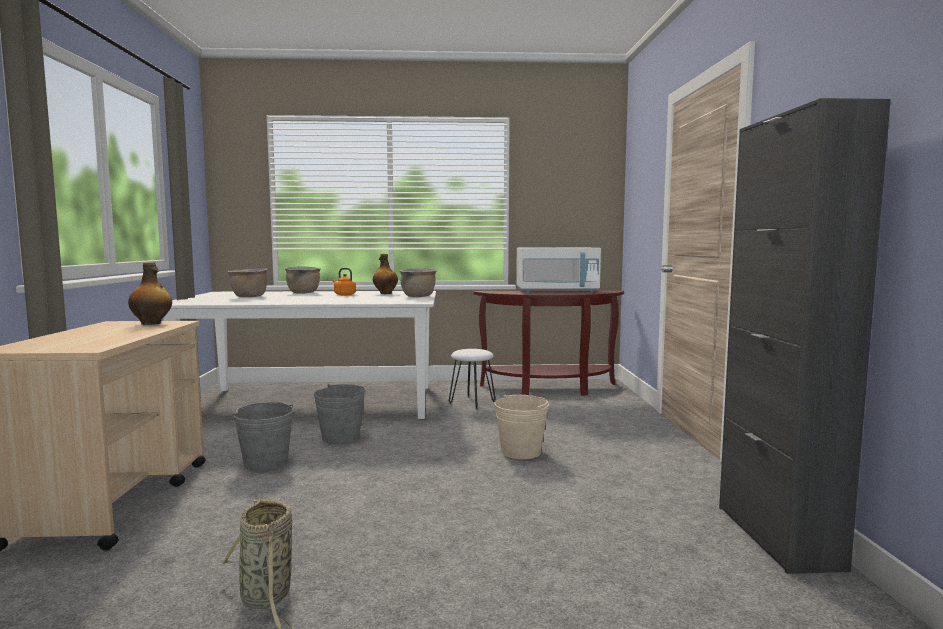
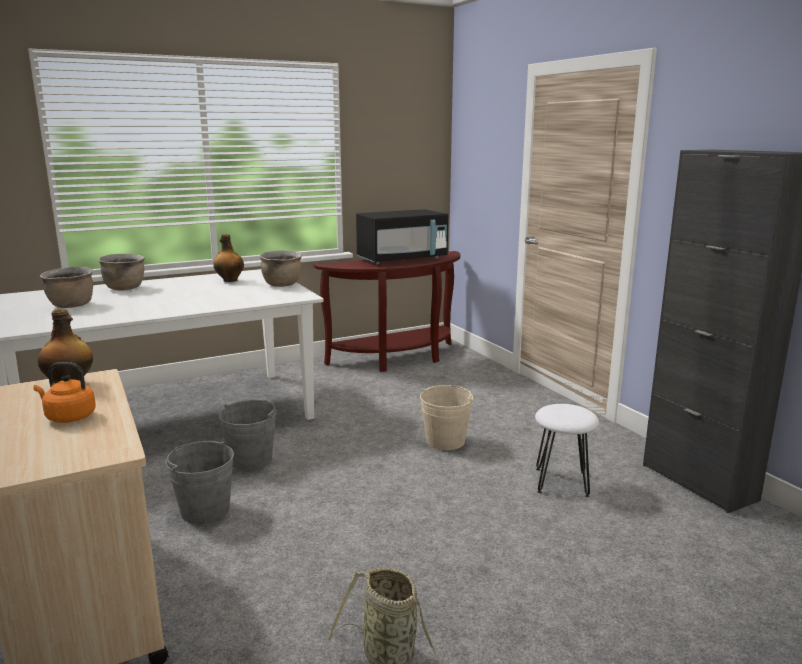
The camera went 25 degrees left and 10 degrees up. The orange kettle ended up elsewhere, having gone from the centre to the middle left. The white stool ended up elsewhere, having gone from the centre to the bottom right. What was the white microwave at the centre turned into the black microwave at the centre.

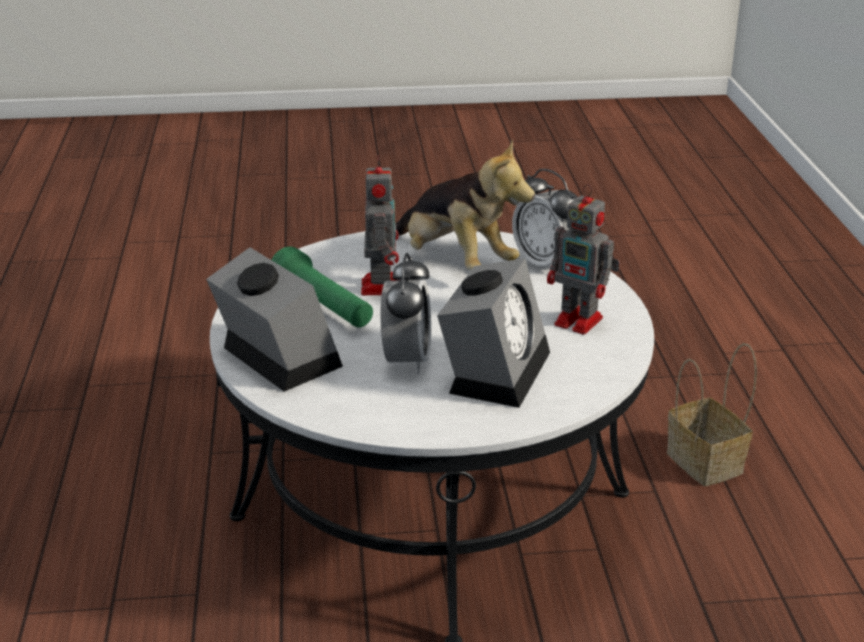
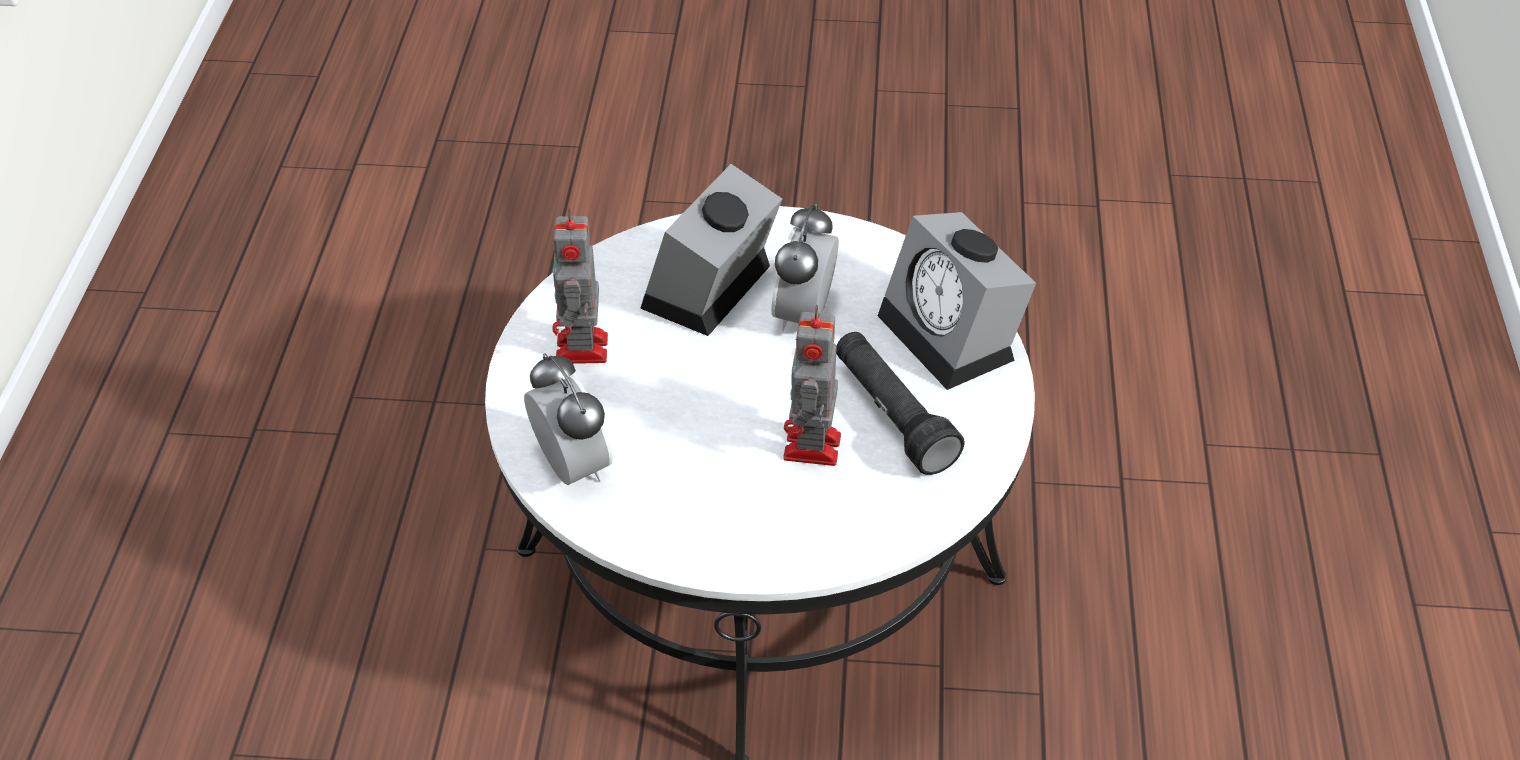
The camera went 170 degrees left and 15 degrees up. What was the green flashlight at the centre turned into the black flashlight at the centre. The second view lost the plush toy at the top centre. The toy robot (no. 2 from left in the first image) at the middle right ended up facing another way, 135 degrees counterclockwise from before. The second view lost the basket at the middle right.

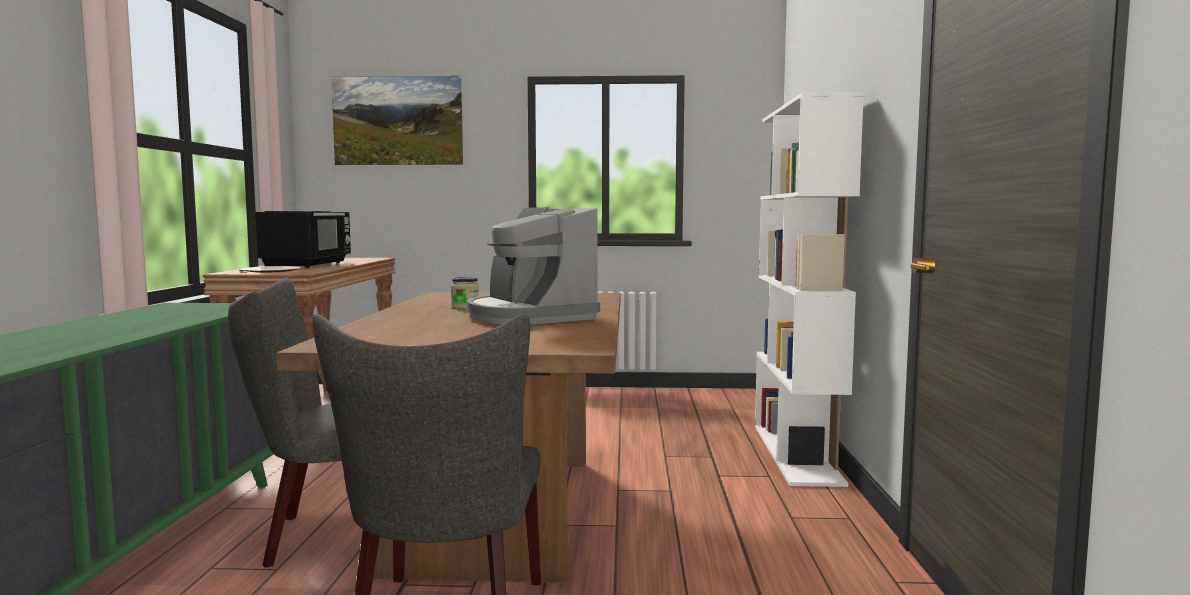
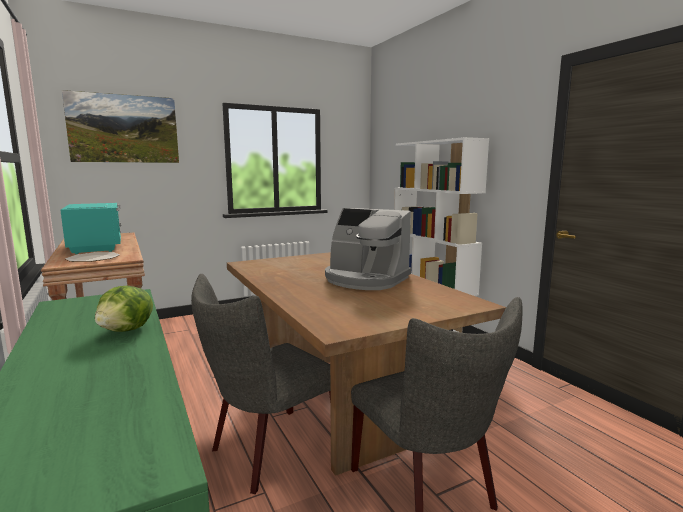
The camera went 30 degrees left and 5 degrees up. What was the black microwave at the middle left turned into the turquoise microwave at the middle left. The second view lost the jar at the centre. The second view gained the lettuce at the middle left.

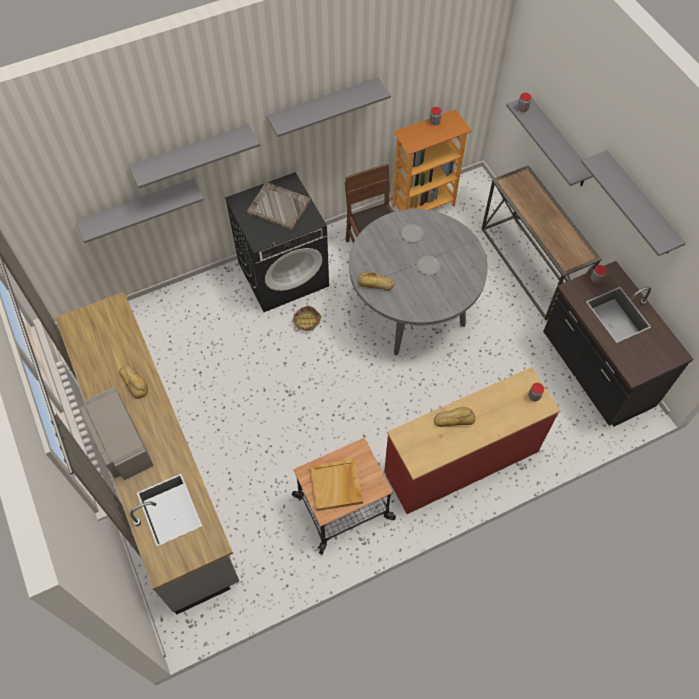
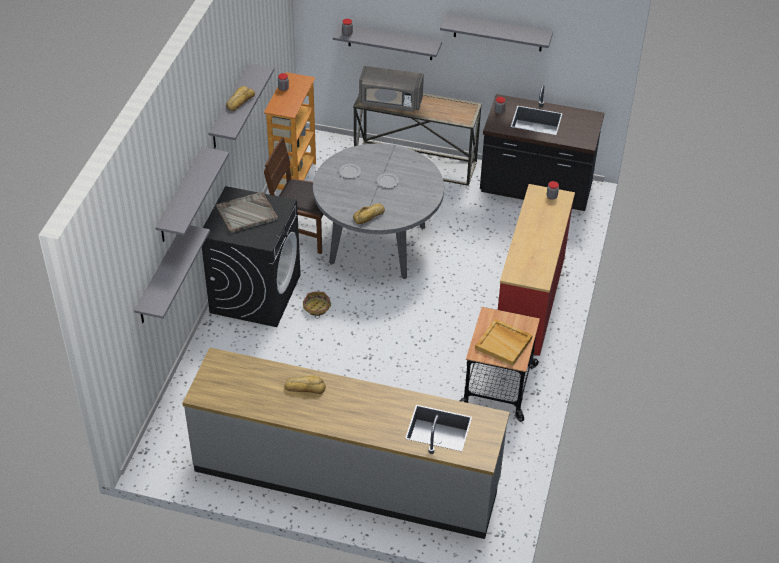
The camera went 50 degrees left and 15 degrees down. The grey microwave ended up elsewhere, having gone from the middle left to the top centre. The bread (no. 3 from left in the first image) ended up elsewhere, having gone from the centre to the top left.

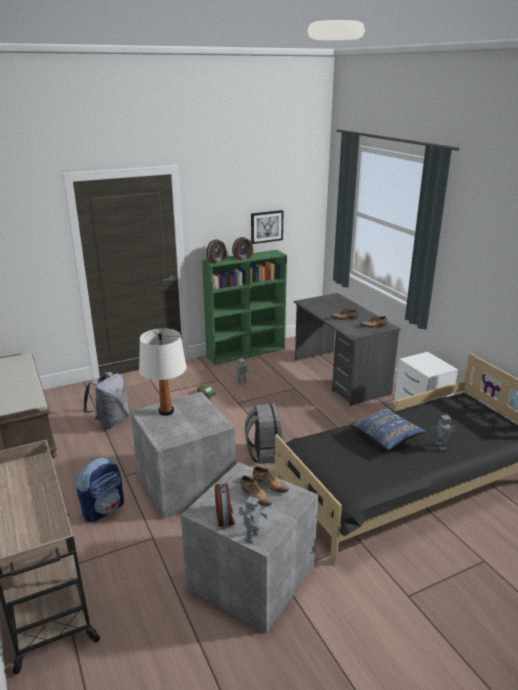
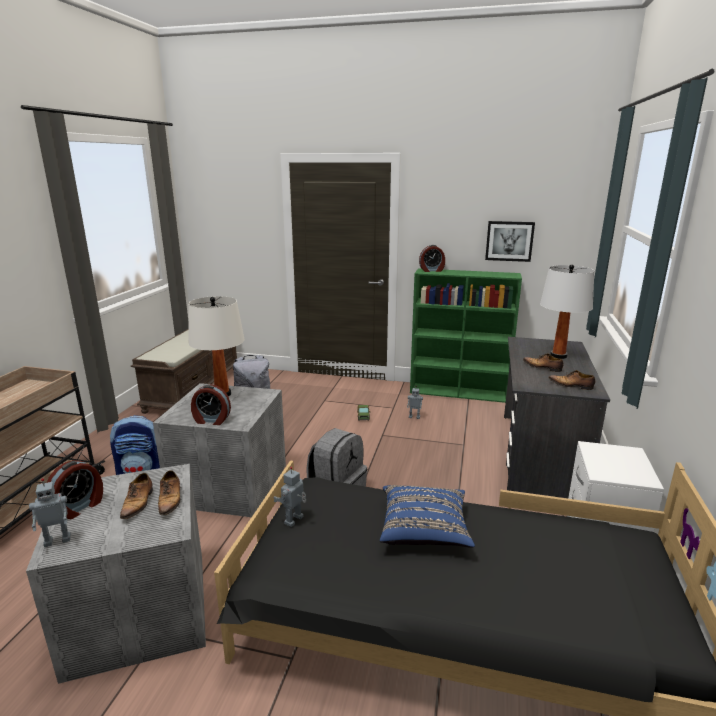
The camera went 40 degrees right and 5 degrees down. The alarm clock (no. 3 from left in the first image) ended up elsewhere, having gone from the centre to the middle left. The toy robot (no. 3 from left in the first image) ended up elsewhere, having gone from the middle right to the bottom centre. The second view gained the white table lamp (no. 2 from left) at the middle right.

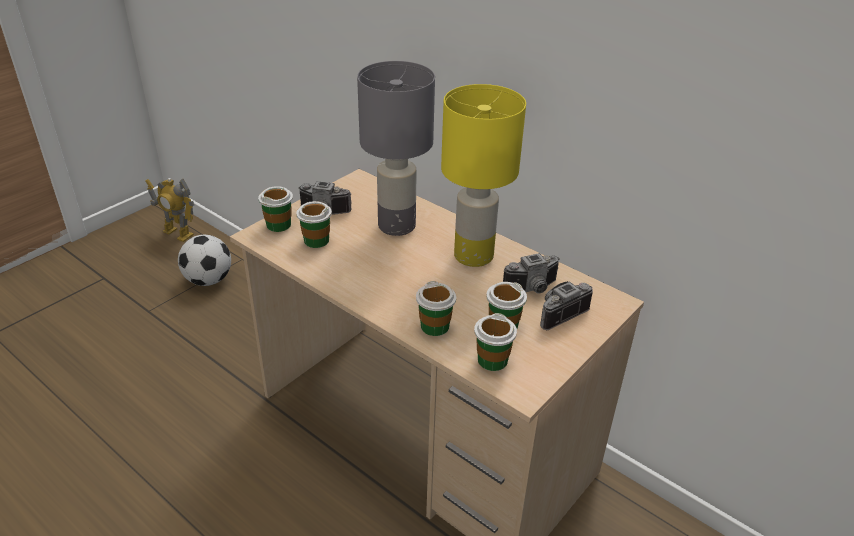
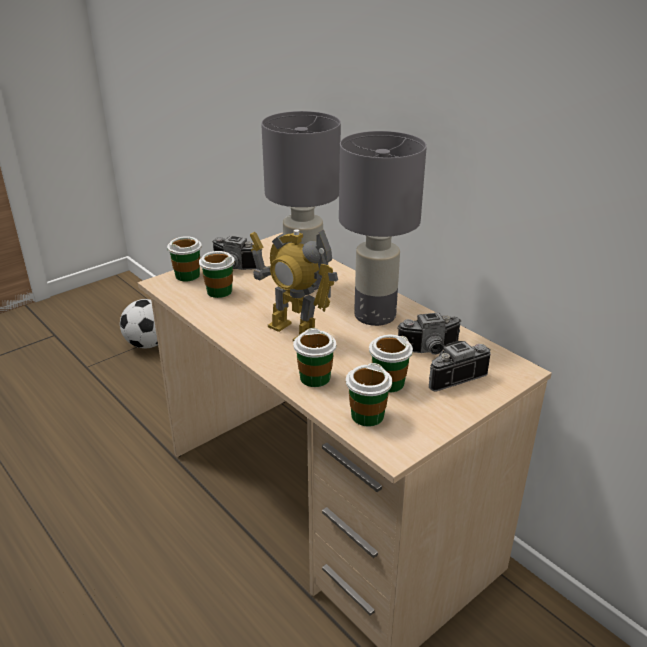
The camera went 10 degrees right and 5 degrees down. The toy robot ended up elsewhere, having gone from the middle left to the centre. What was the yellow table lamp at the top centre turned into the grey table lamp (no. 2 from left) at the centre.

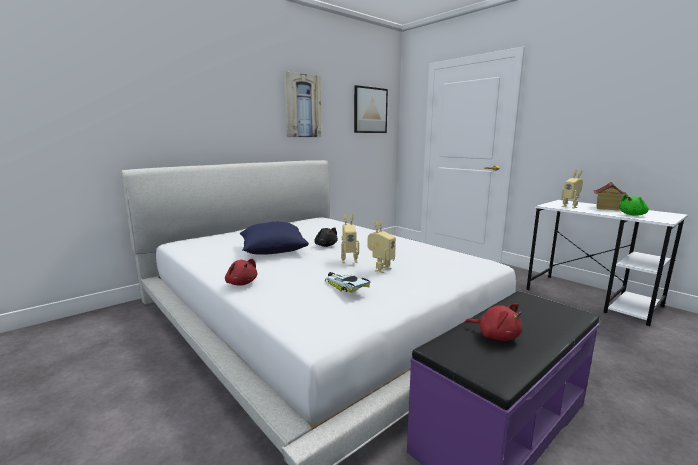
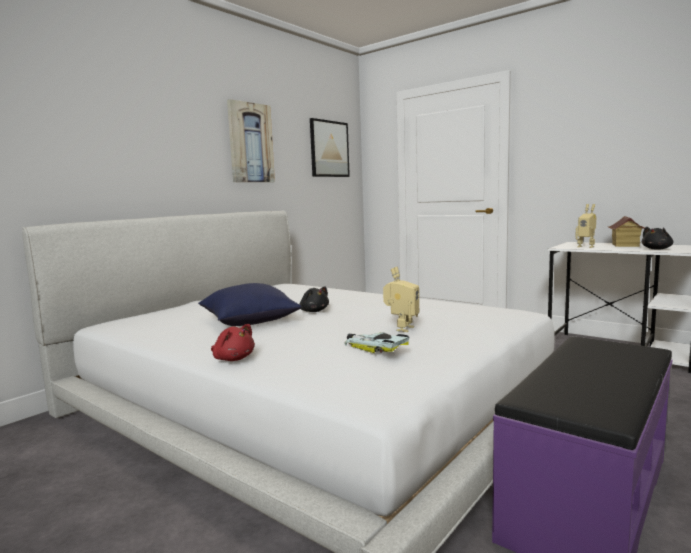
The camera went 10 degrees left and 5 degrees down. The second view lost the toy robot (no. 1 from left) at the centre. The second view lost the red plush toy (no. 2 from left) at the bottom right. What was the green plush toy at the middle right turned into the black plush toy (no. 2 from left) at the middle right.

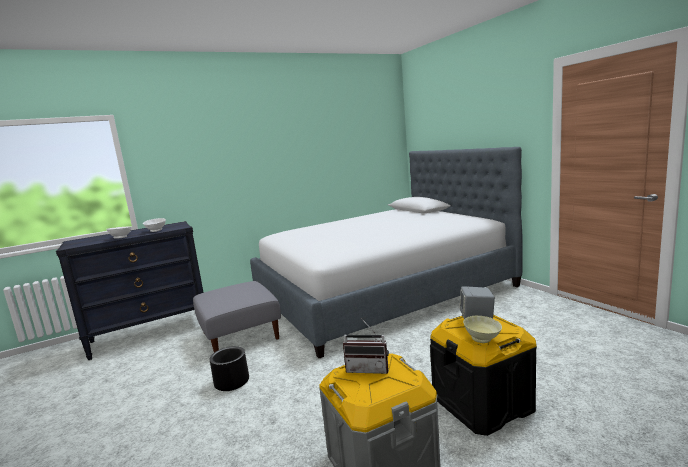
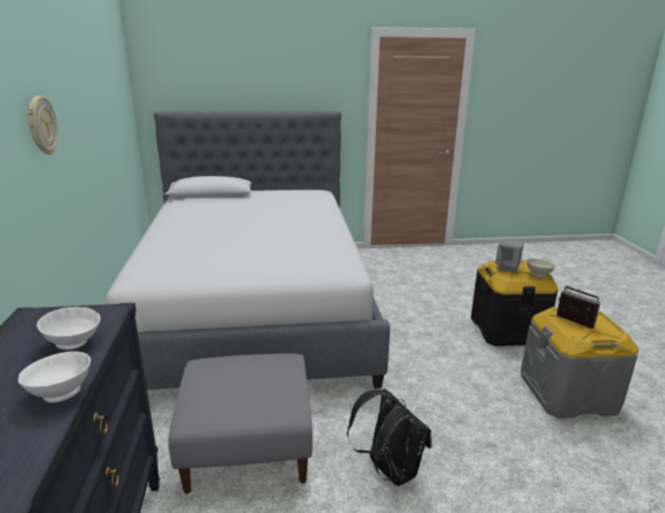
The camera went 70 degrees left and 10 degrees up. Where the black planter stood at the bottom left, the black backpack came to stand at the bottom centre. The radio at the bottom centre ended up facing another way, 75 degrees counterclockwise from before. The second view gained the wall clock at the top left.

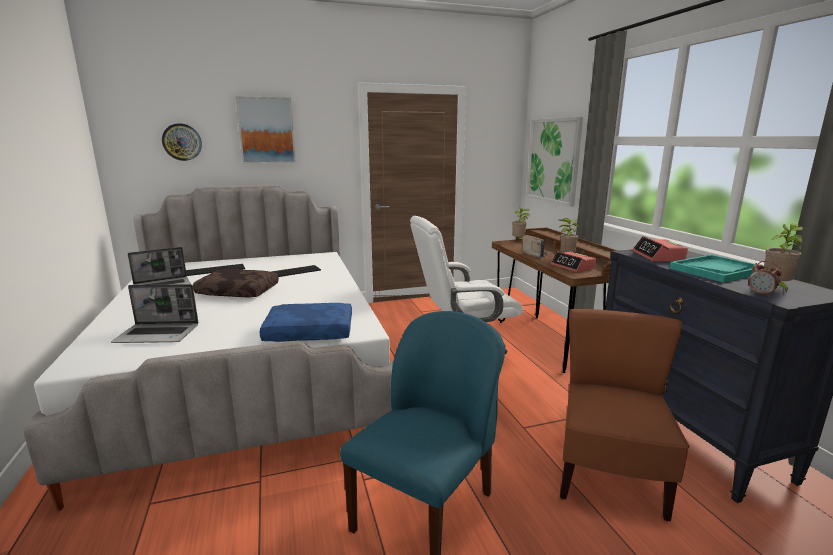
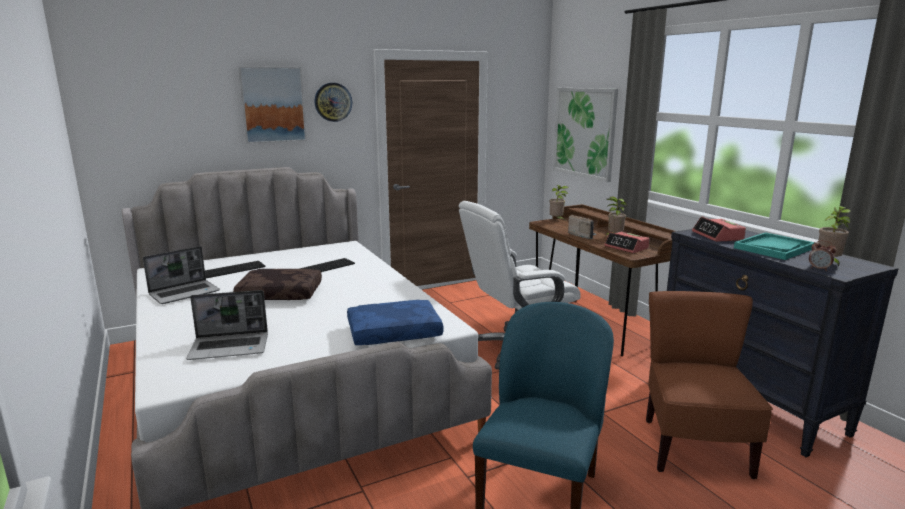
The camera went 10 degrees left and 0 degrees up. The wall clock ended up elsewhere, having gone from the top left to the top centre.

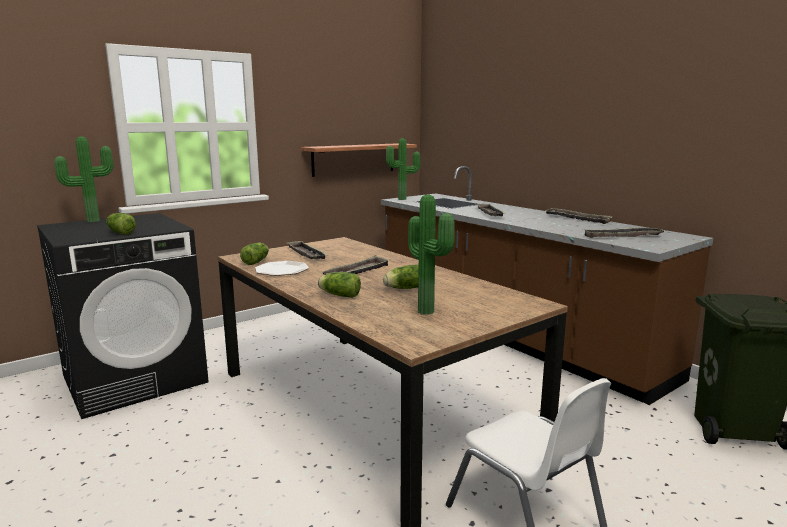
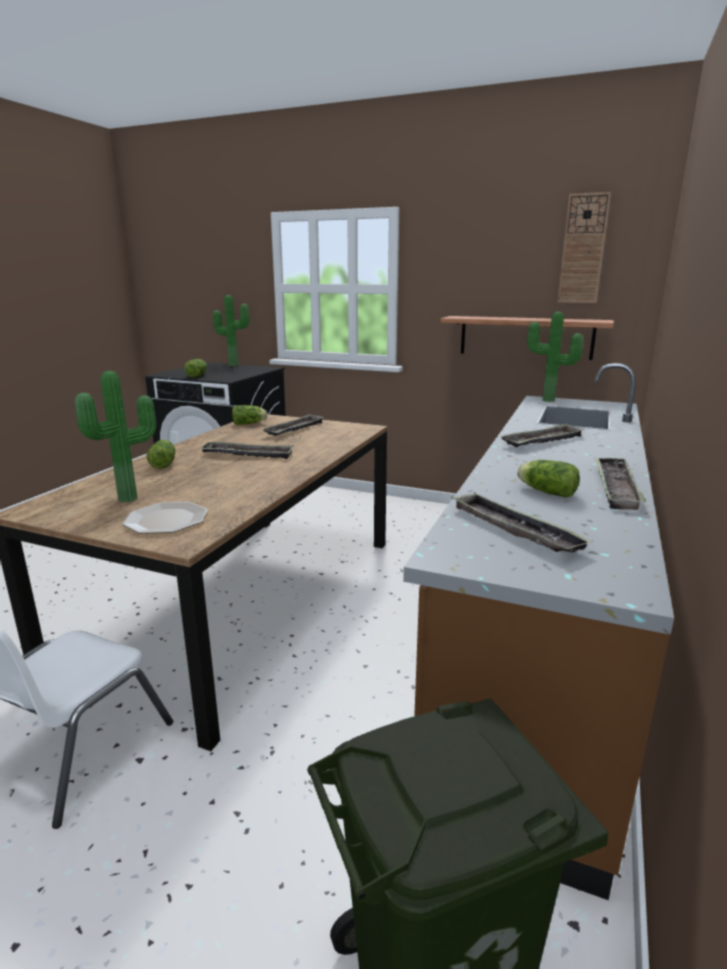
The camera went 60 degrees right and 5 degrees up. The plate ended up elsewhere, having gone from the centre to the middle left. The lettuce (no. 4 from left) ended up elsewhere, having gone from the centre to the middle right. The second view gained the wall clock at the top right.

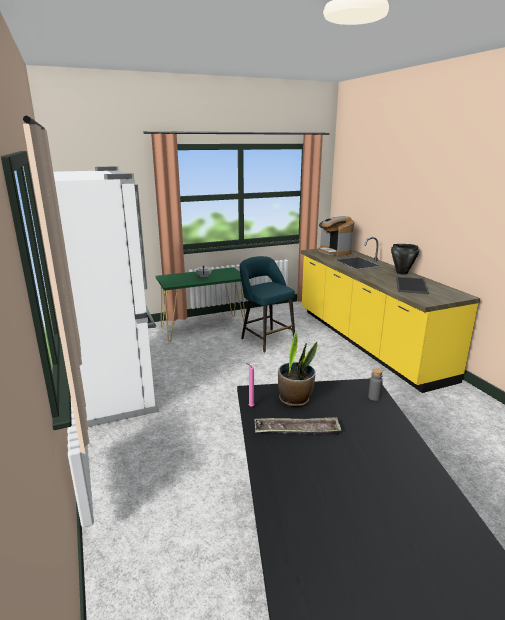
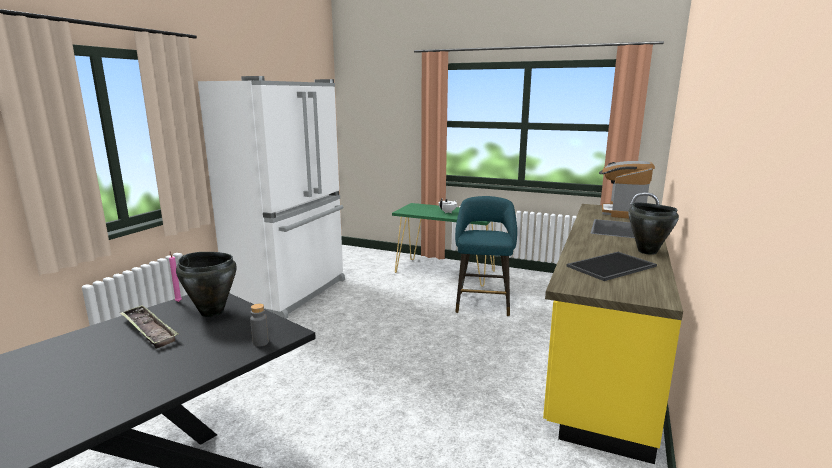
The camera went 45 degrees right and 5 degrees down. Where the potted plant stood at the centre, the black cooking pot (no. 1 from left) came to stand at the middle left.

